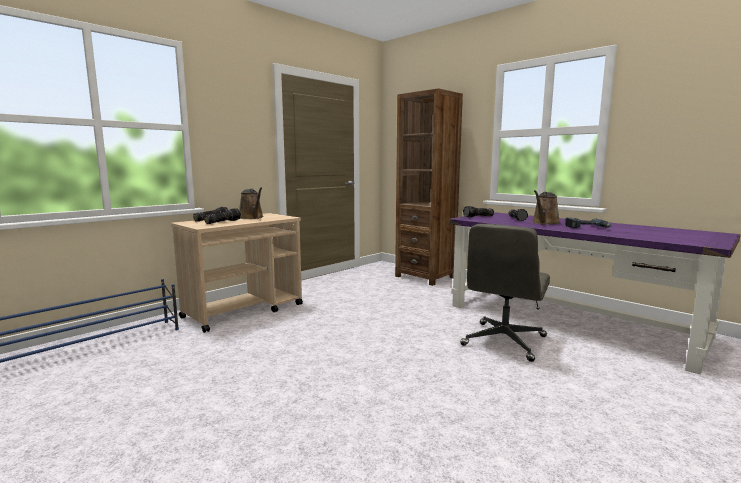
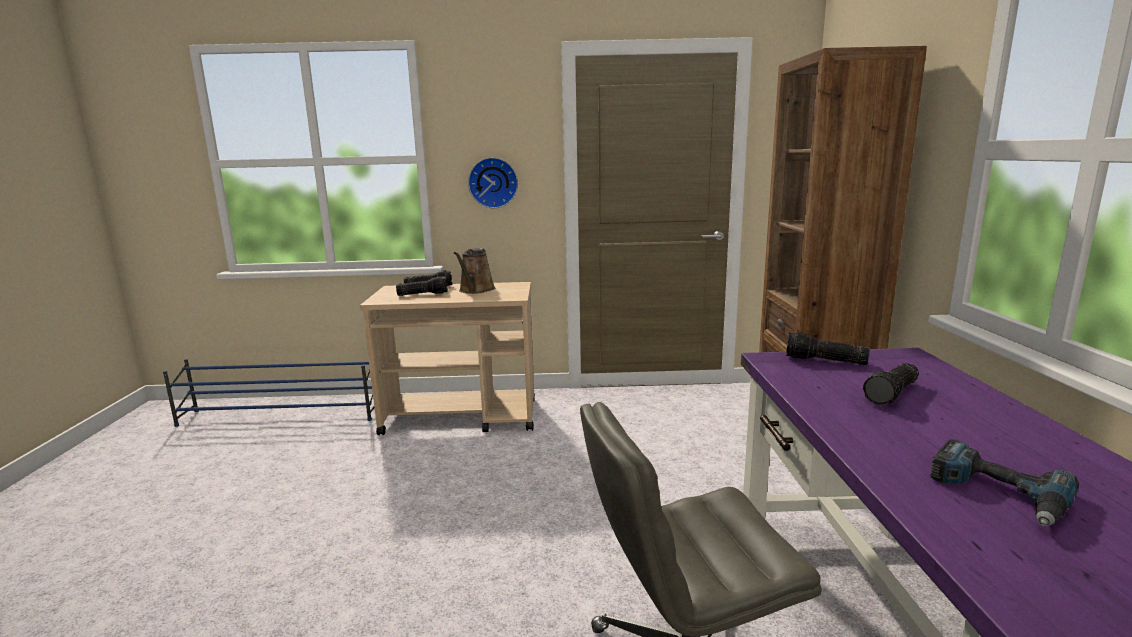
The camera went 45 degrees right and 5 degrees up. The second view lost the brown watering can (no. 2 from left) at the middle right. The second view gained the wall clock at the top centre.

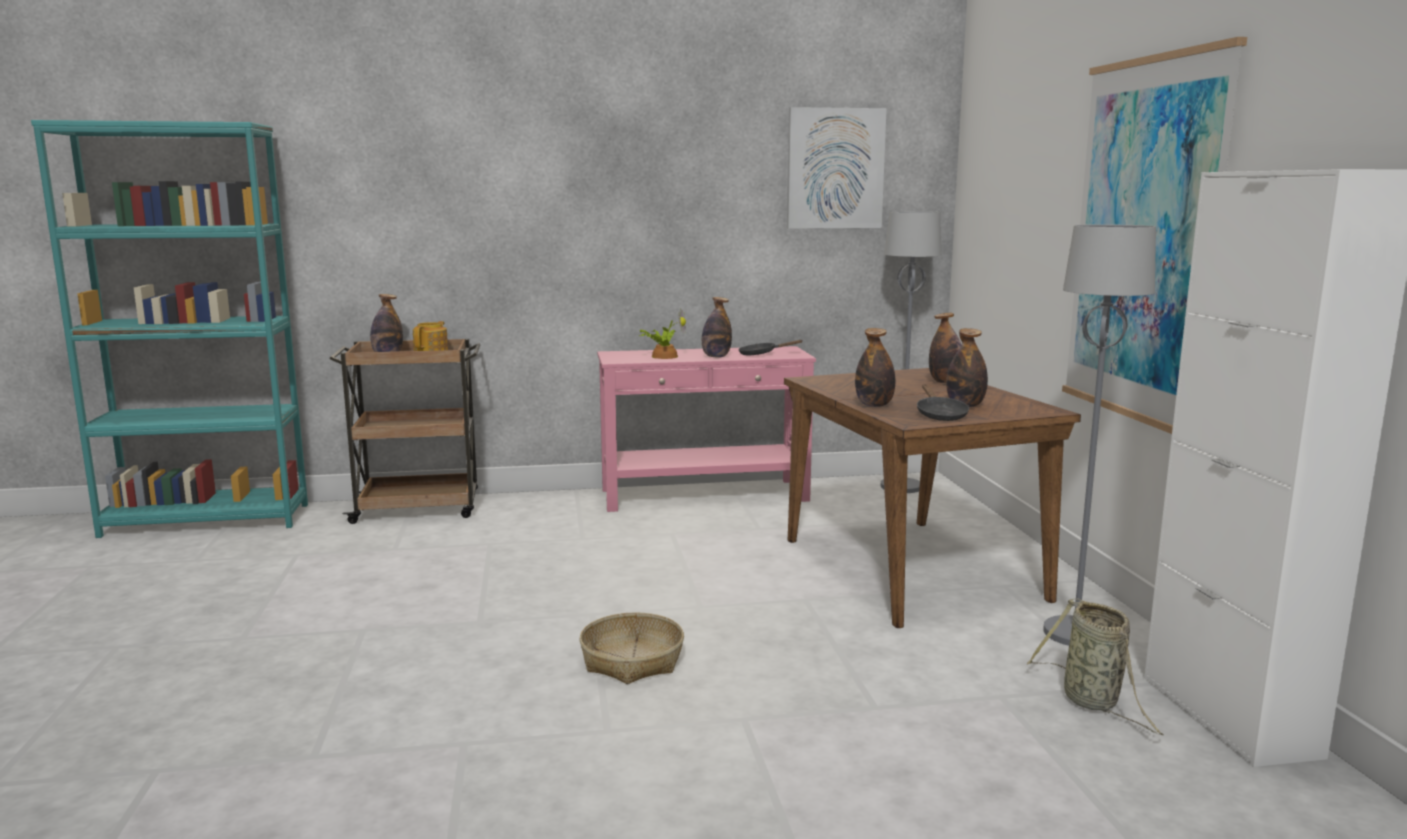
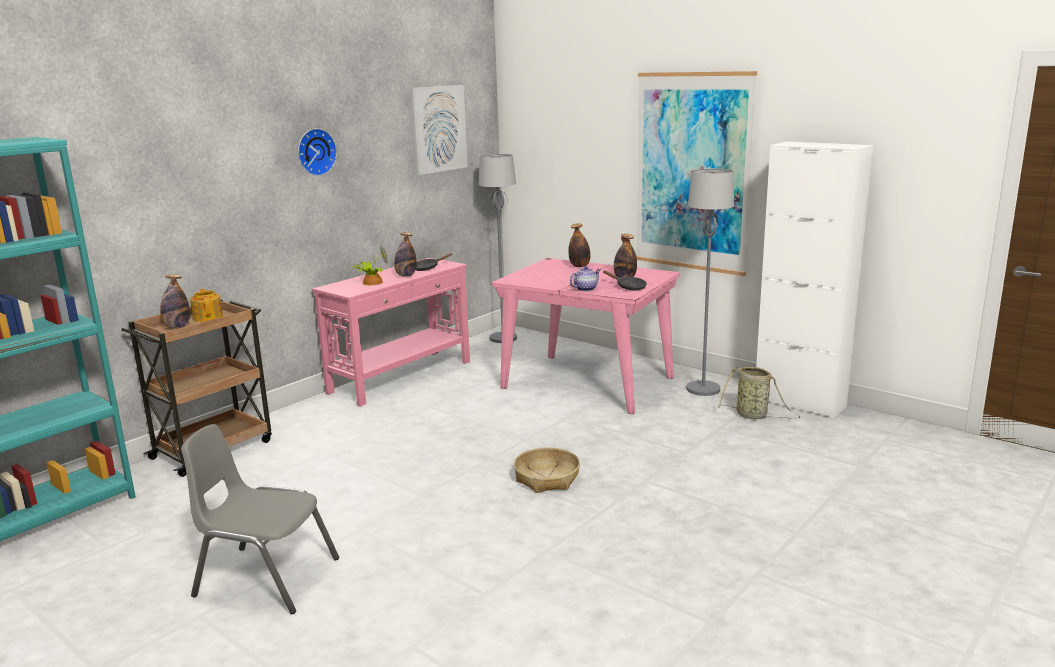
The camera went 40 degrees left and 5 degrees up. What was the brown dining table at the centre turned into the pink dining table at the centre. Where the bottle (no. 3 from left) stood at the centre, the teapot (no. 2 from left) came to stand at the centre. The second view gained the grey chair at the bottom left. The second view gained the wall clock at the top left.

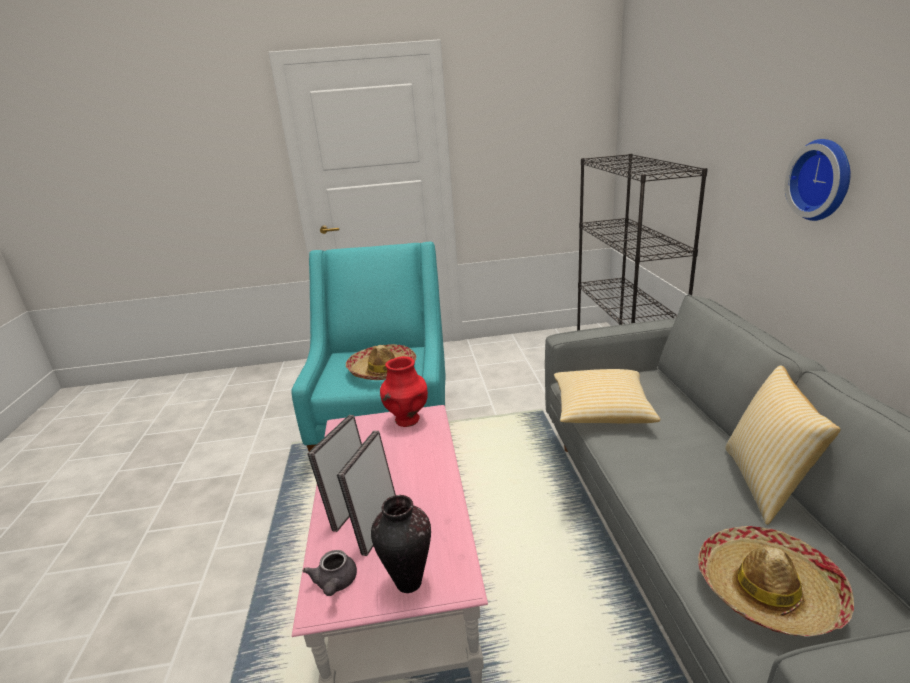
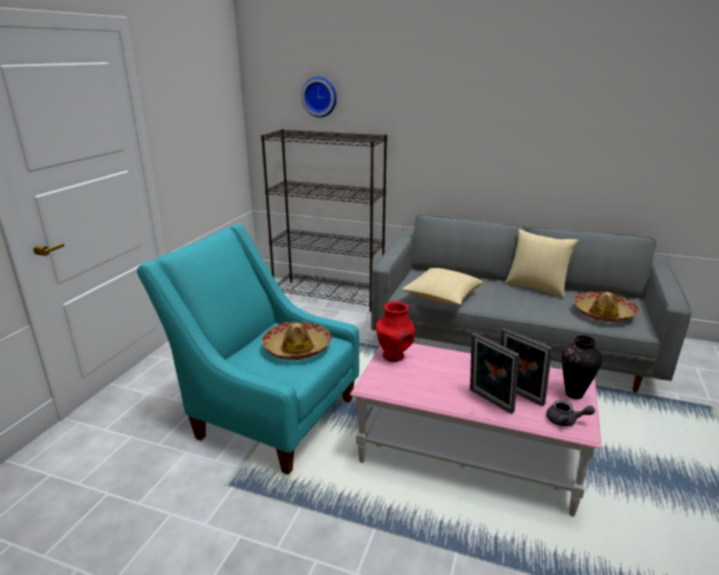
The camera went 65 degrees left and 0 degrees up. The wall clock ended up elsewhere, having gone from the top right to the top centre.

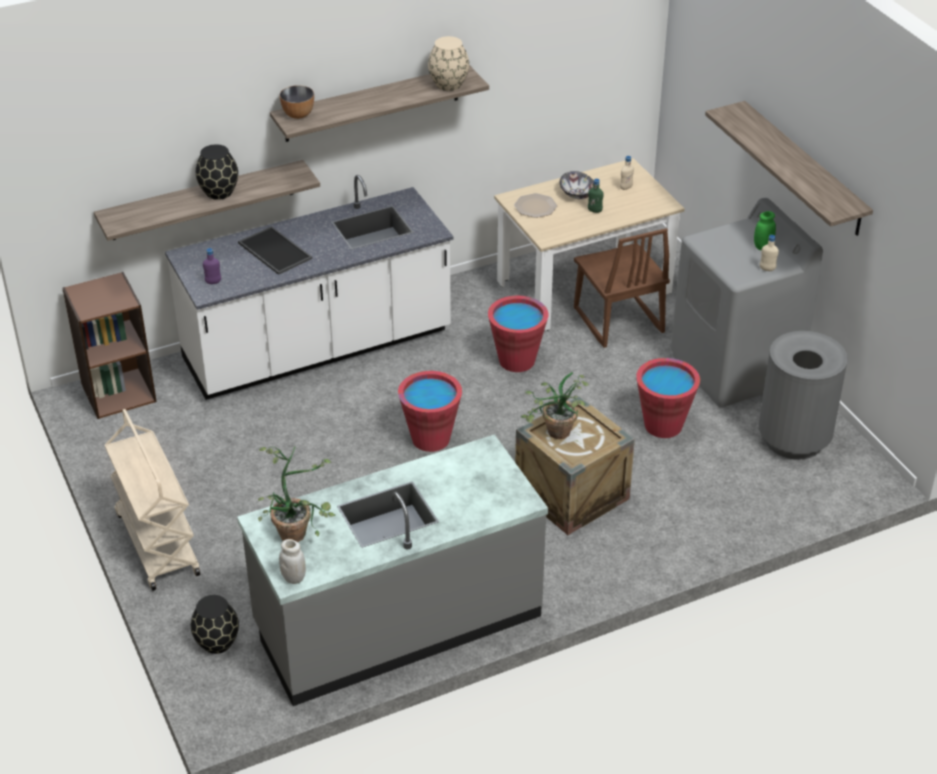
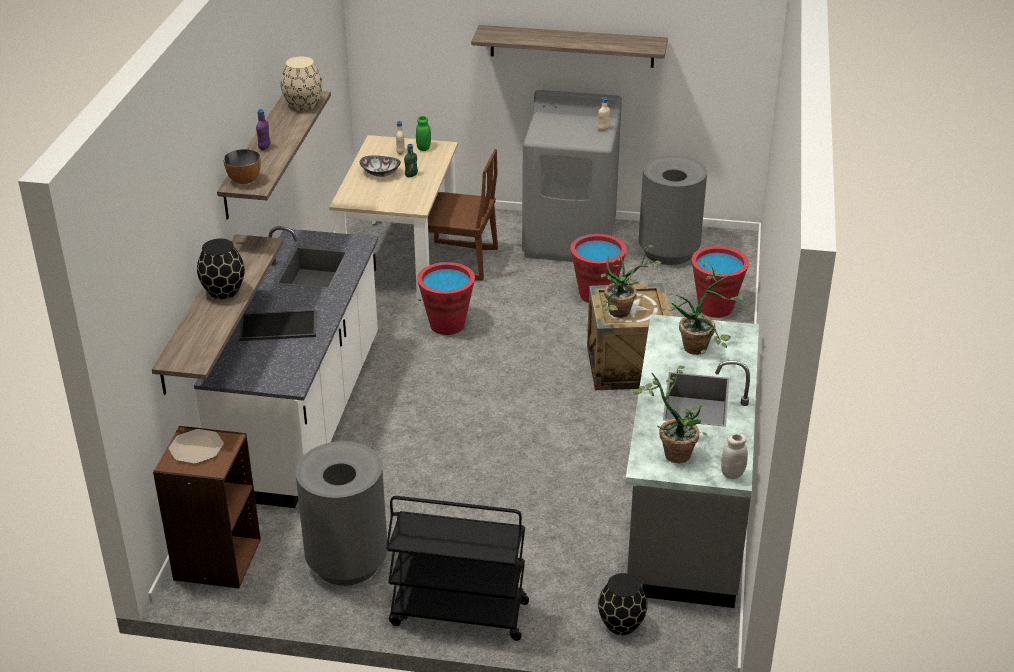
The camera went 55 degrees left and 5 degrees down. What was the beige cart at the middle left turned into the black cart at the bottom centre. The purple bottle ended up elsewhere, having gone from the middle left to the top left. The red bucket (no. 1 from left in the first image) ended up elsewhere, having gone from the centre to the middle right. The plate ended up elsewhere, having gone from the top centre to the middle left. The green jar ended up elsewhere, having gone from the top right to the top centre. The second view gained the grey trash can (no. 1 from left) at the bottom centre. The second view gained the potted plant (no. 3 from left) at the middle right.

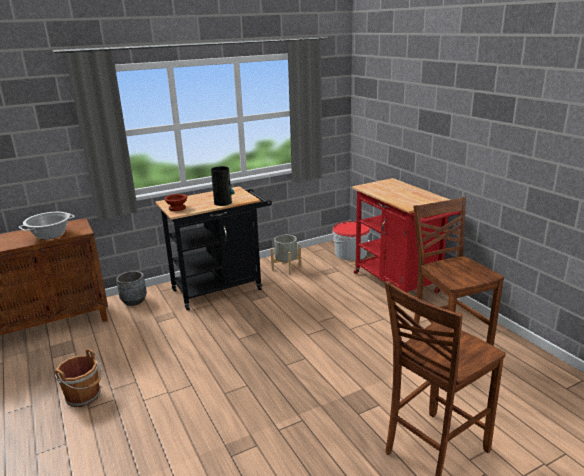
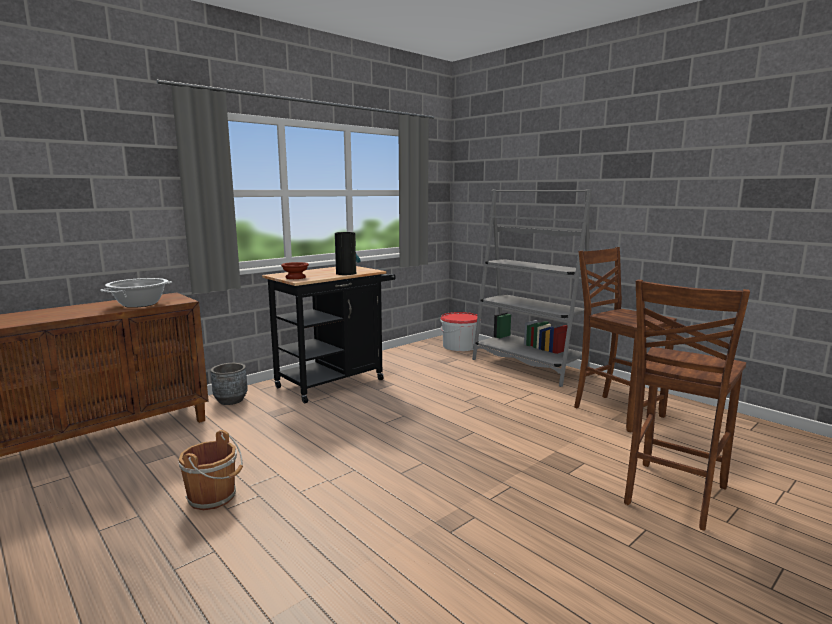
The camera went 15 degrees left and 10 degrees down. The second view lost the grey planter (no. 2 from left) at the centre. Where the red cart stood at the middle right, the grey bookcase came to stand at the centre.

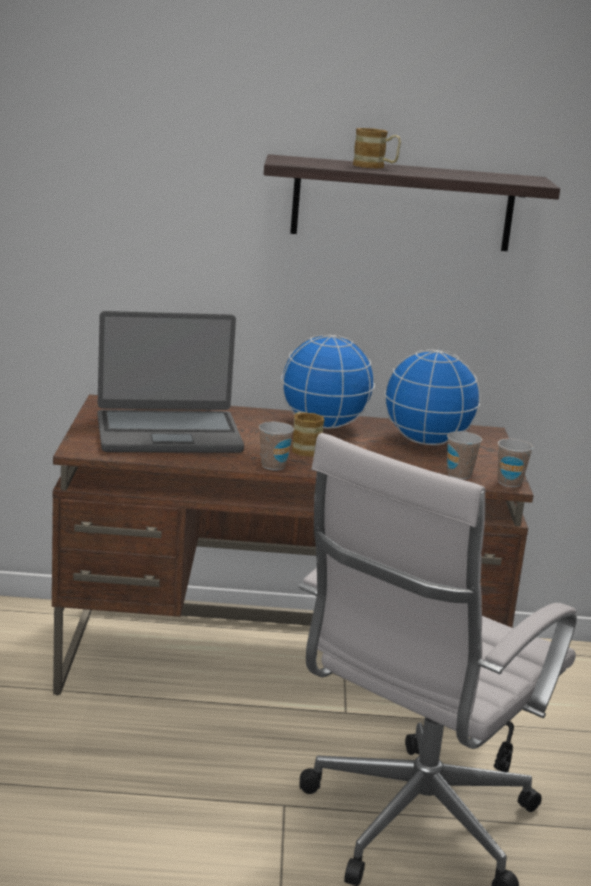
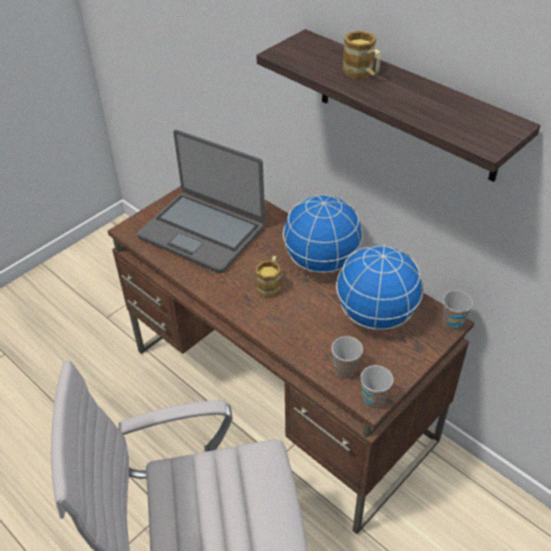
The camera went 45 degrees right and 25 degrees up. The cup (no. 1 from left in the first image) ended up elsewhere, having gone from the centre to the middle right.

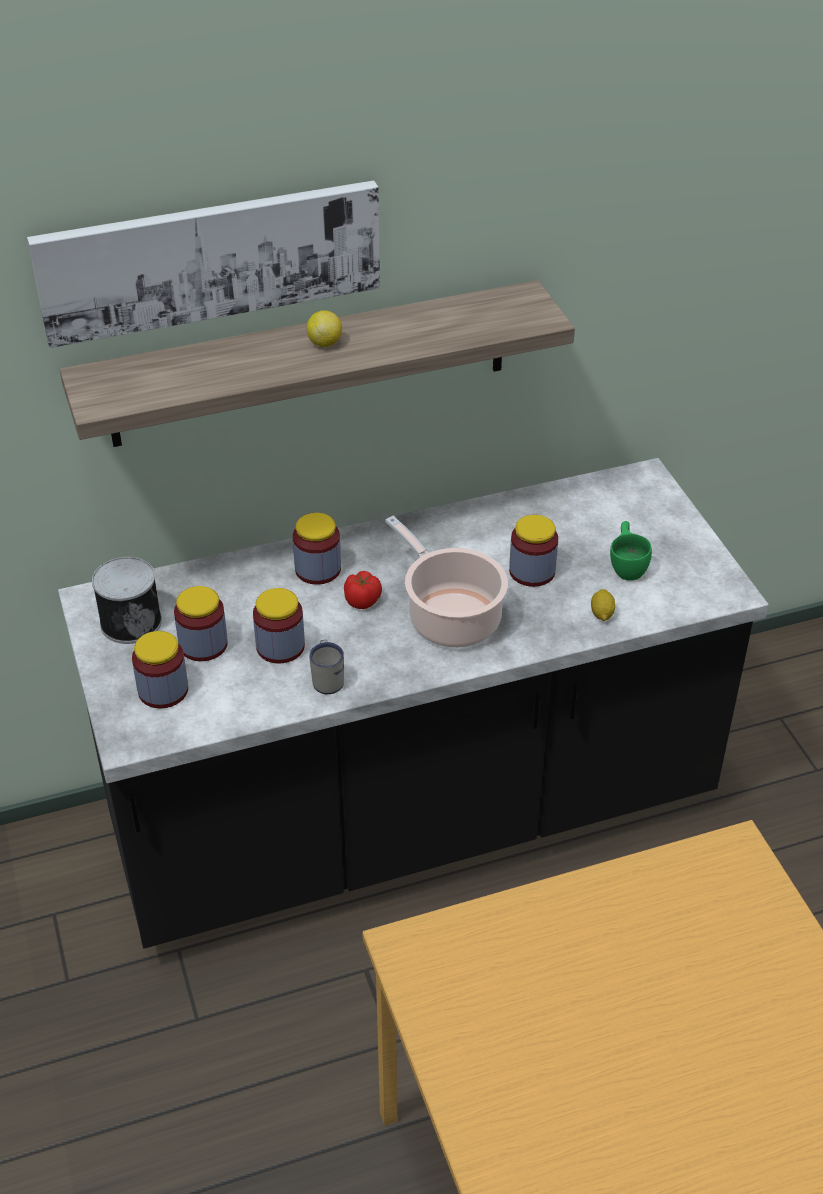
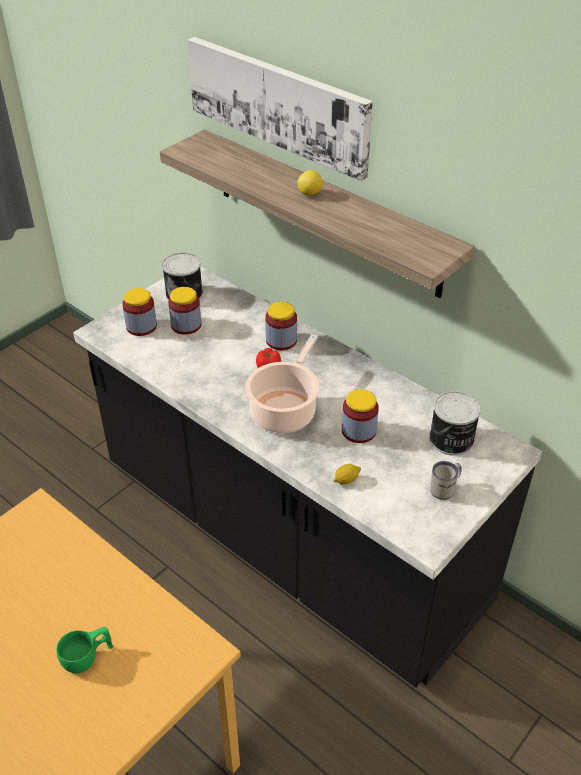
The camera went 60 degrees right and 0 degrees up. The second view lost the jar (no. 3 from left) at the centre. The white mug ended up elsewhere, having gone from the centre to the middle right. The green cup ended up elsewhere, having gone from the middle right to the bottom left. The second view gained the can (no. 2 from left) at the middle right.

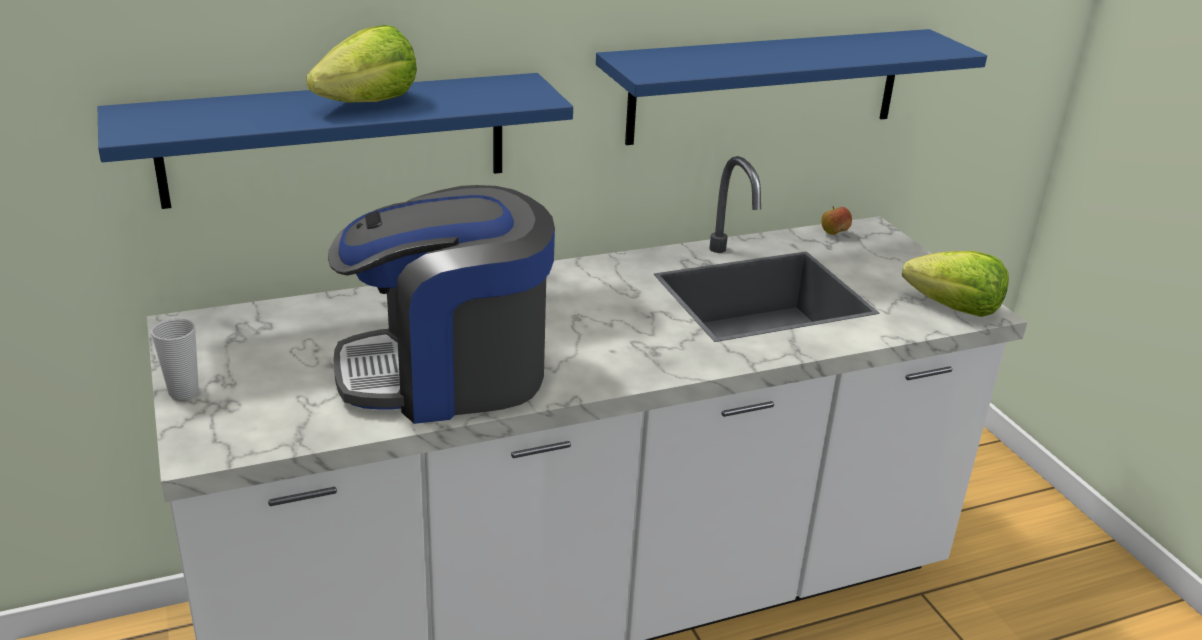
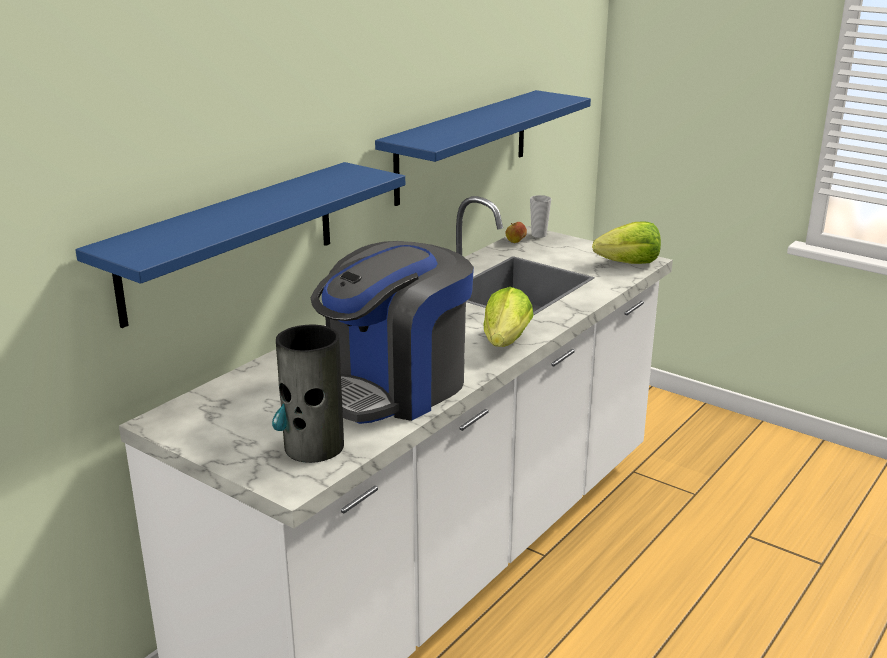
The camera went 30 degrees left and 5 degrees down. The cup ended up elsewhere, having gone from the middle left to the top centre. The lettuce (no. 1 from left) ended up elsewhere, having gone from the top left to the centre. The second view gained the vase at the centre.

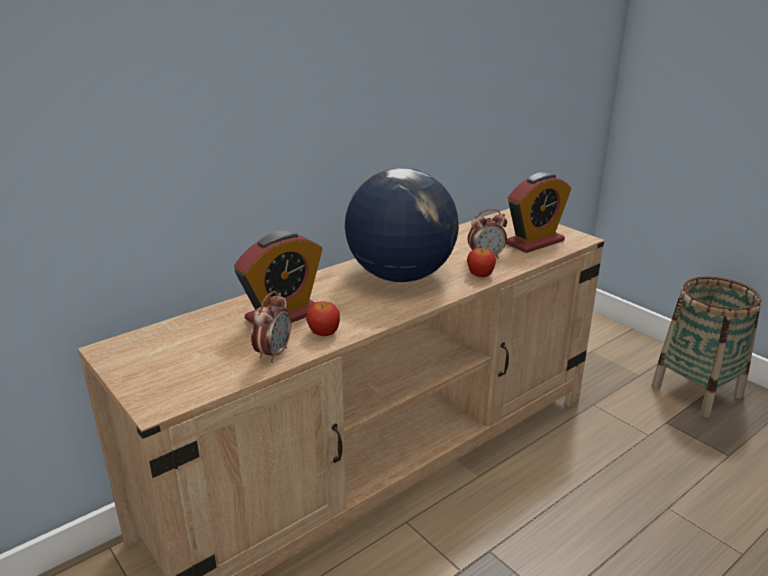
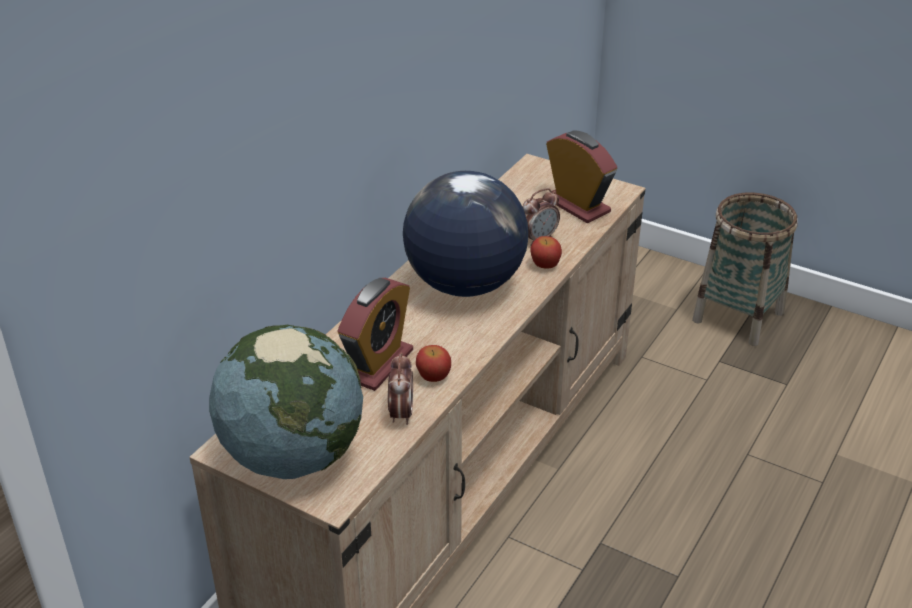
The camera went 20 degrees left and 10 degrees up. The alarm clock (no. 4 from left) at the middle right ended up facing another way, 75 degrees counterclockwise from before. The second view gained the globe (no. 1 from left) at the middle left.

